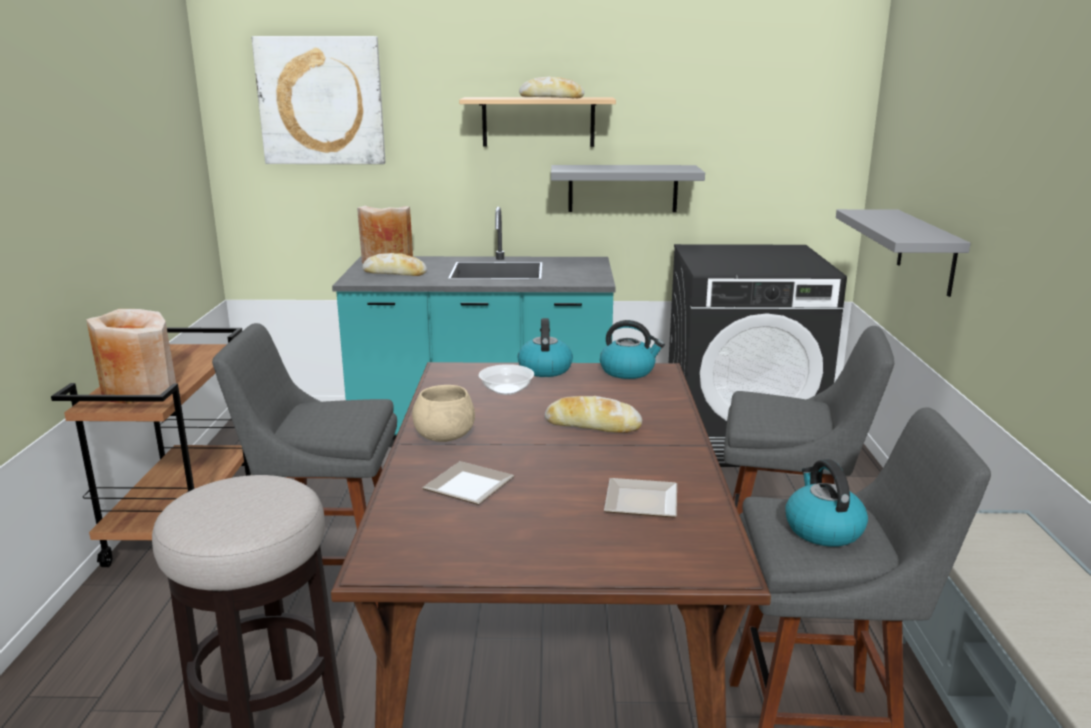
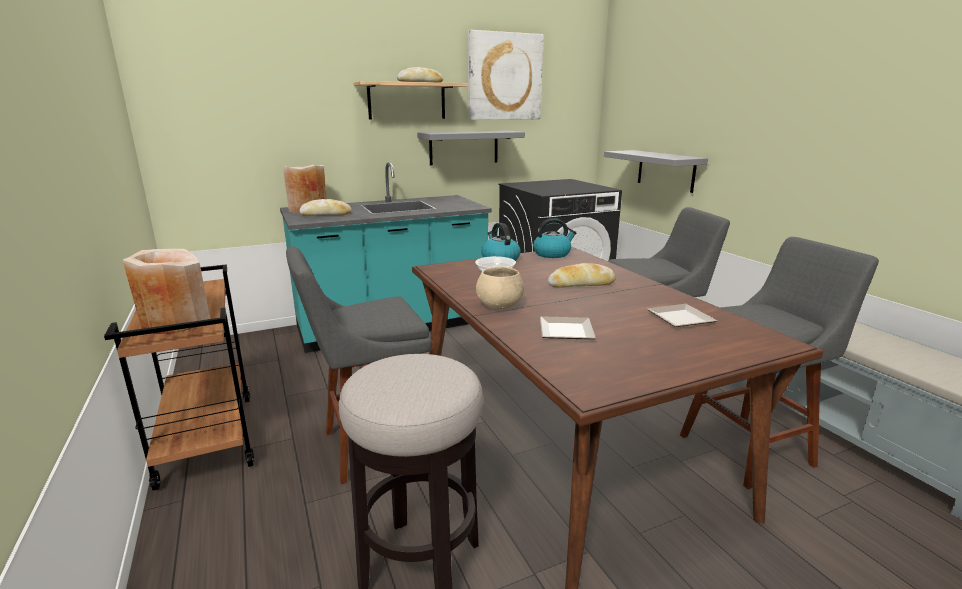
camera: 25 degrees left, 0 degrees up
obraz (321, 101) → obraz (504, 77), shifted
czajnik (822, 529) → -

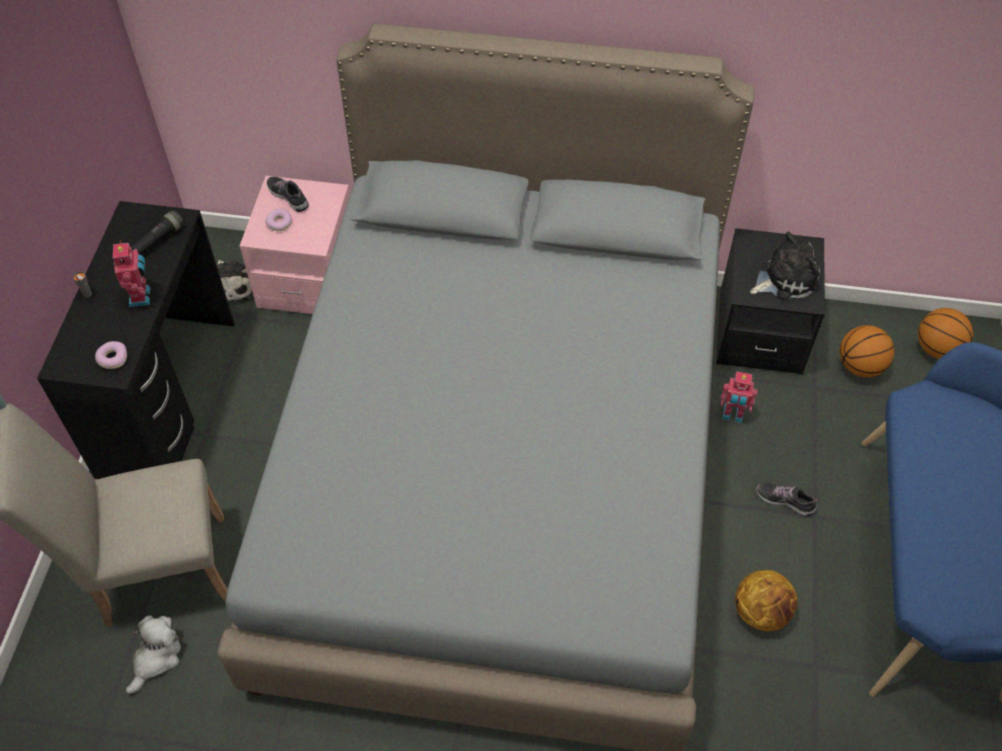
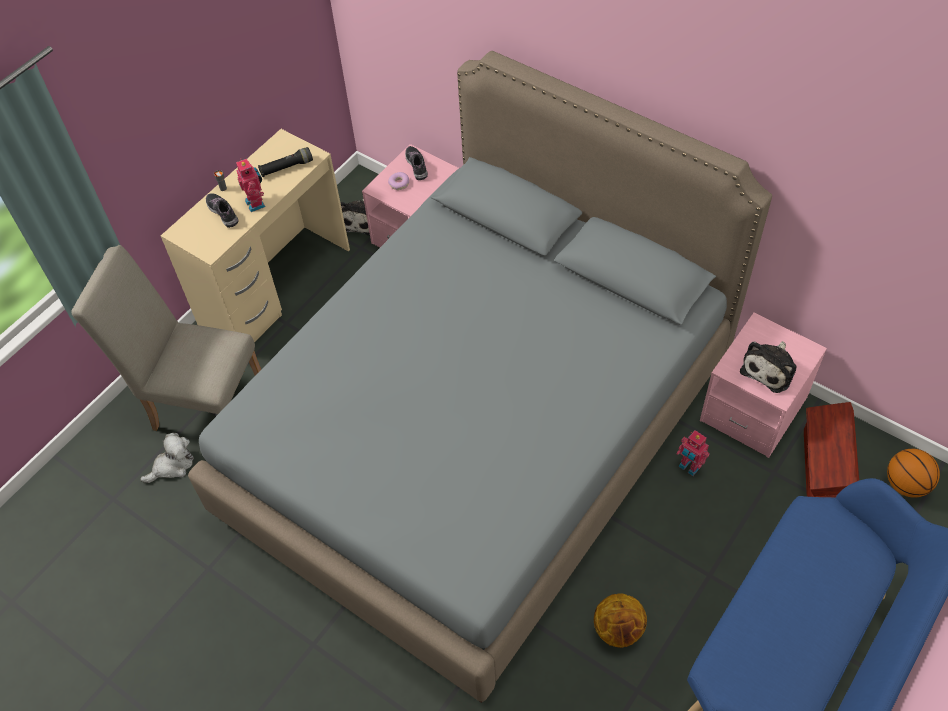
camera: 30 degrees right, 0 degrees up
biurko/czarny (167, 398) → biurko/beżowy (275, 287)
donut (112, 358) → -
robot zabawkowy (141, 297) → robot zabawkowy (256, 203), 45 degrees counterclockwise
szafka nocna/czarny (759, 332) → szafka nocna/różowy (753, 409)
pluszak (784, 278) → pluszak (770, 368), 120 degrees clockwise
but (785, 501) → but (223, 212), shifted
piłka do koszykówki (860, 366) → pojemnik do przechowywania/brązowy (825, 471)

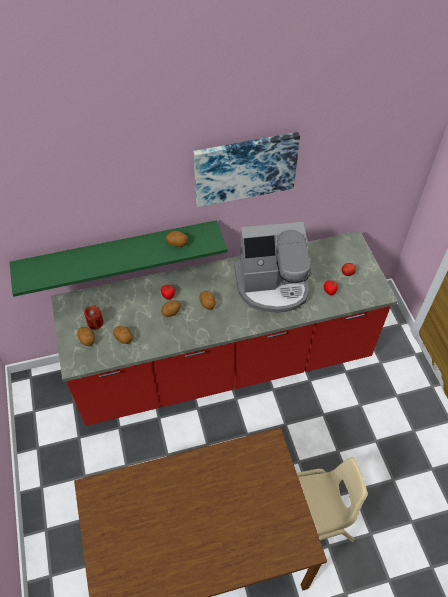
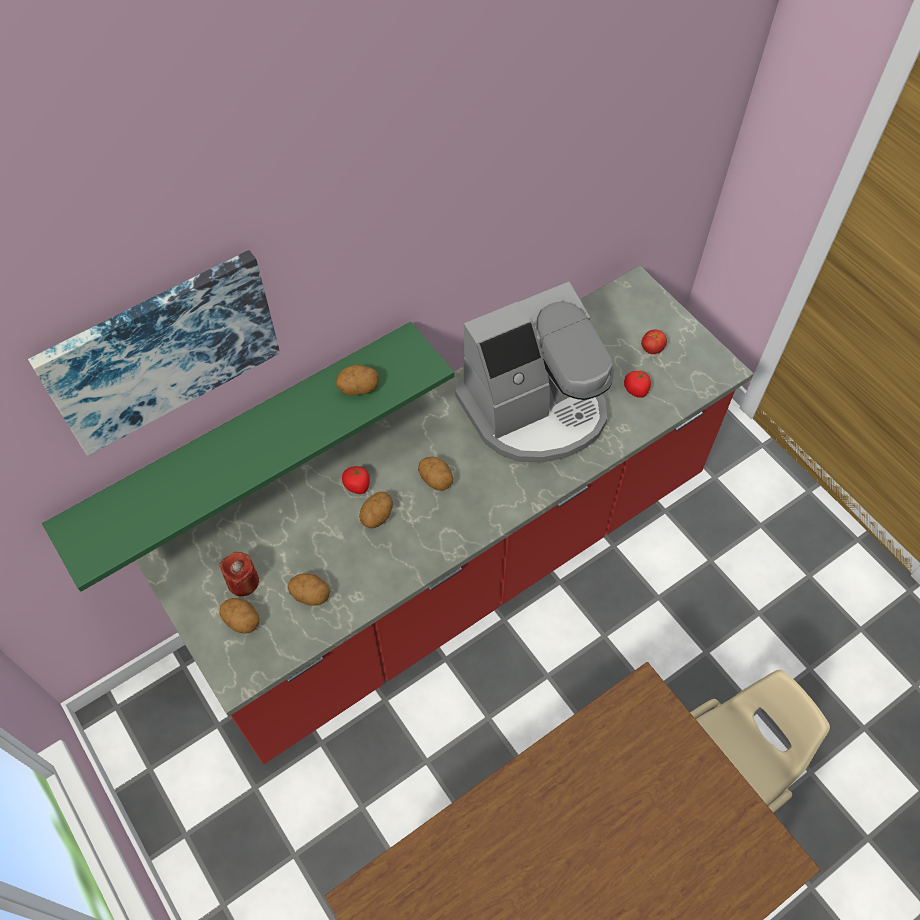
camera: 20 degrees left, 5 degrees up
obraz (245, 168) → obraz (162, 350), shifted

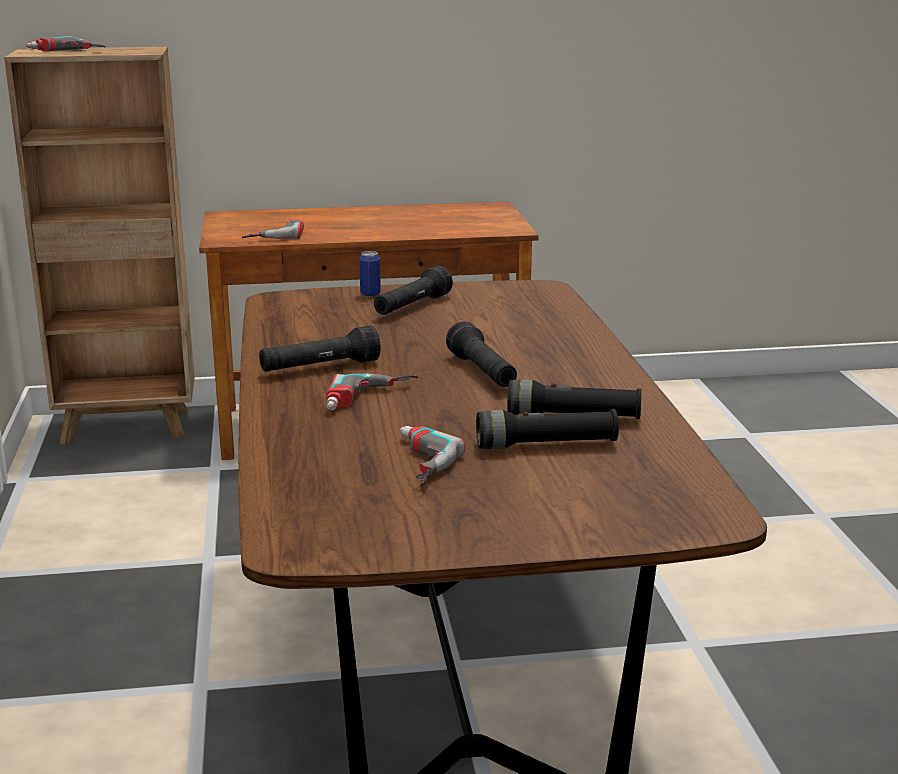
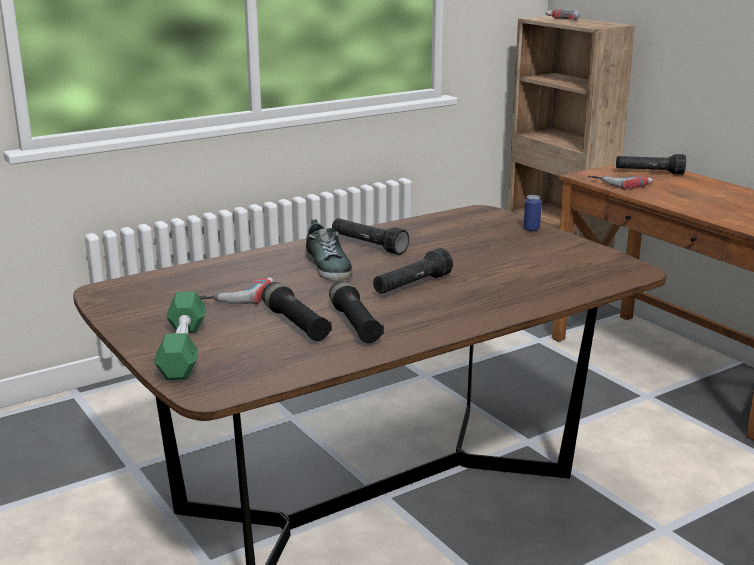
camera: 65 degrees right, 0 degrees up
wiertarka (371, 399) → but (329, 267)
latarka/czarny (412, 307) → latarka/czarny (649, 173), shifted
- → hantel/zielony (183, 350)

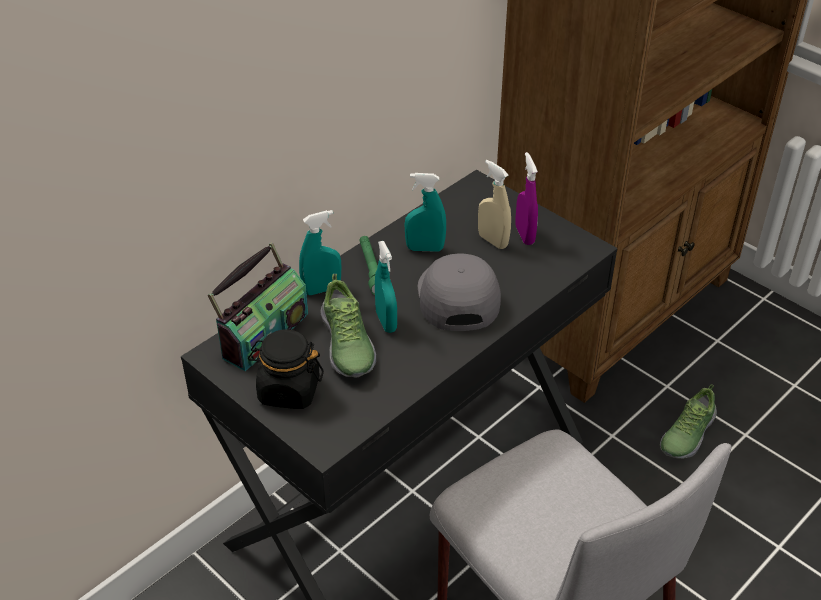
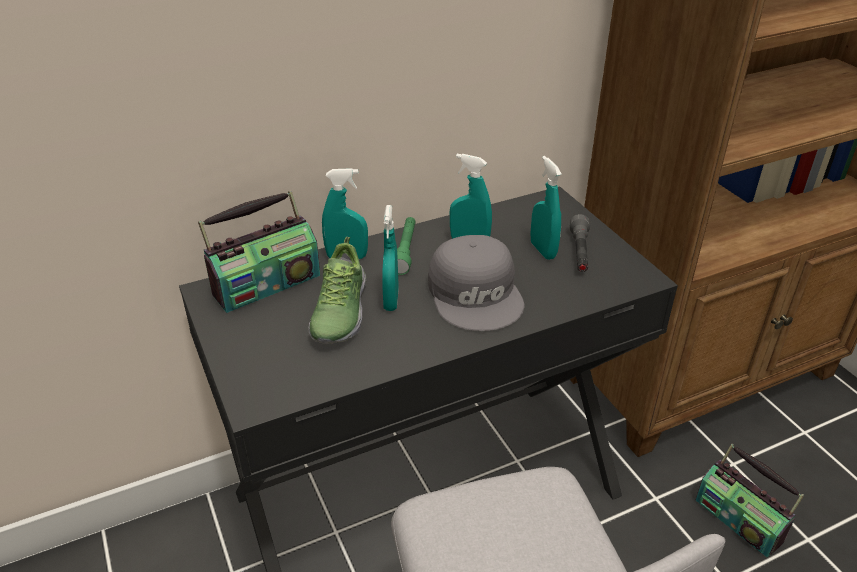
camera: 20 degrees right, 5 degrees down
słoik/czarny (288, 390) → -
czapka z daszkiem/szary (456, 297) → czapka z daszkiem/szary (476, 293), 150 degrees clockwise
spryskiwacz/beżowy (492, 241) → spryskiwacz/turkusowy (543, 250)
spryskiwacz/fioletowy (524, 235) → latarka/szary (579, 252)
but (686, 434) → radio (739, 520)

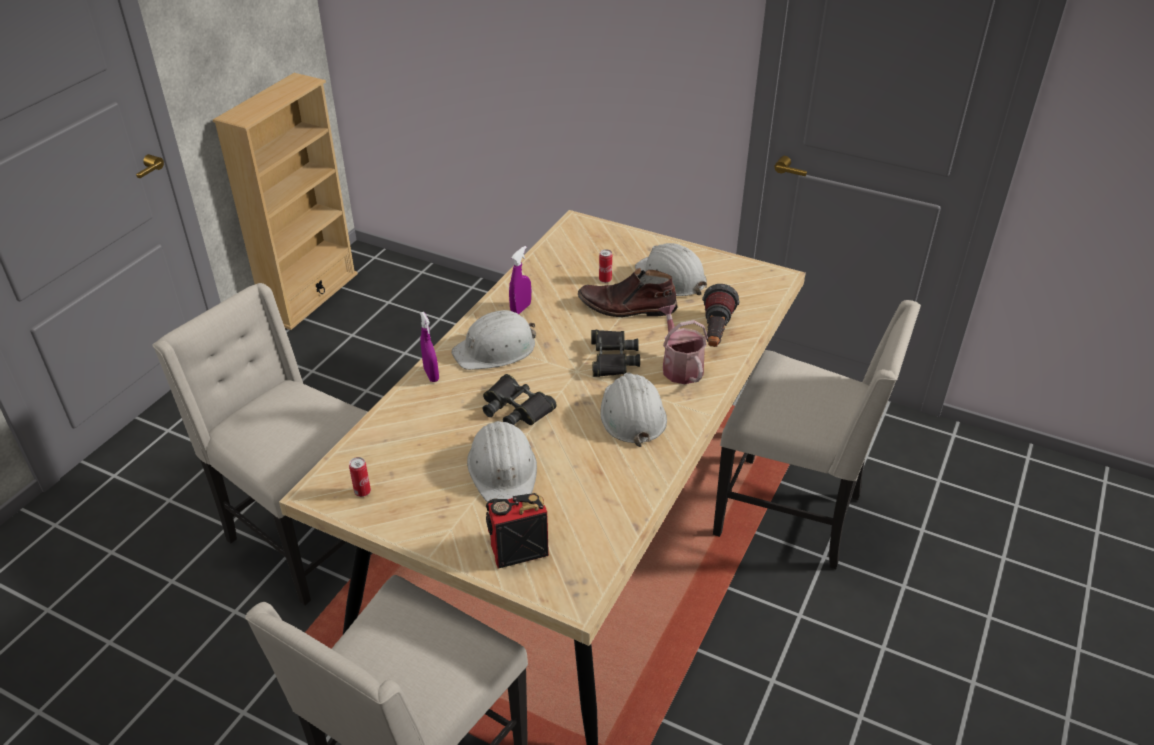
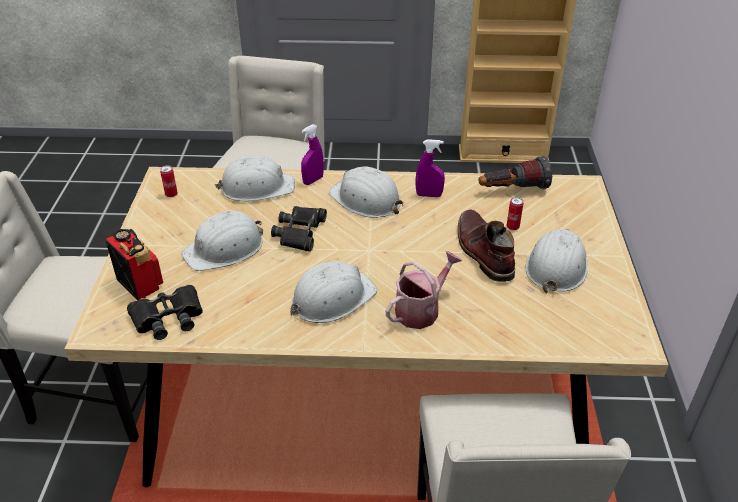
camera: 65 degrees right, 0 degrees up
lornetka/czarny (612, 358) → lornetka/czarny (168, 318), shifted
latarka (715, 334) → latarka (512, 190), shifted
- → kask/biały (256, 187)

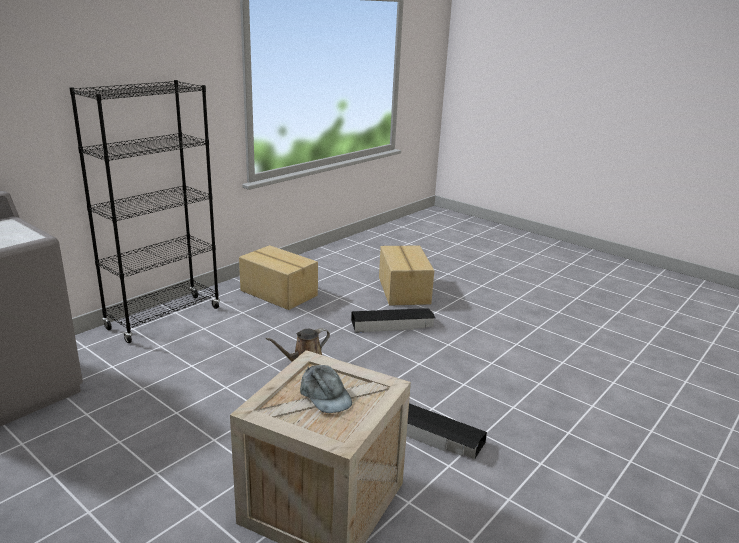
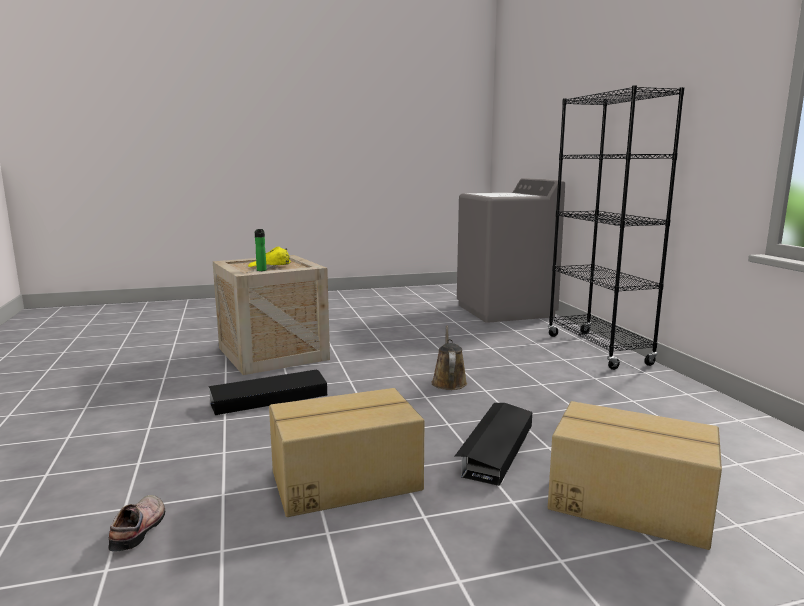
camera: 125 degrees right, 10 degrees down
karton (278, 293) → karton (345, 480), shifted
czapka z daszkiem/szary (325, 396) → czapka z daszkiem/żółty (269, 265)
- → but (140, 528)
- → butelka (261, 270)

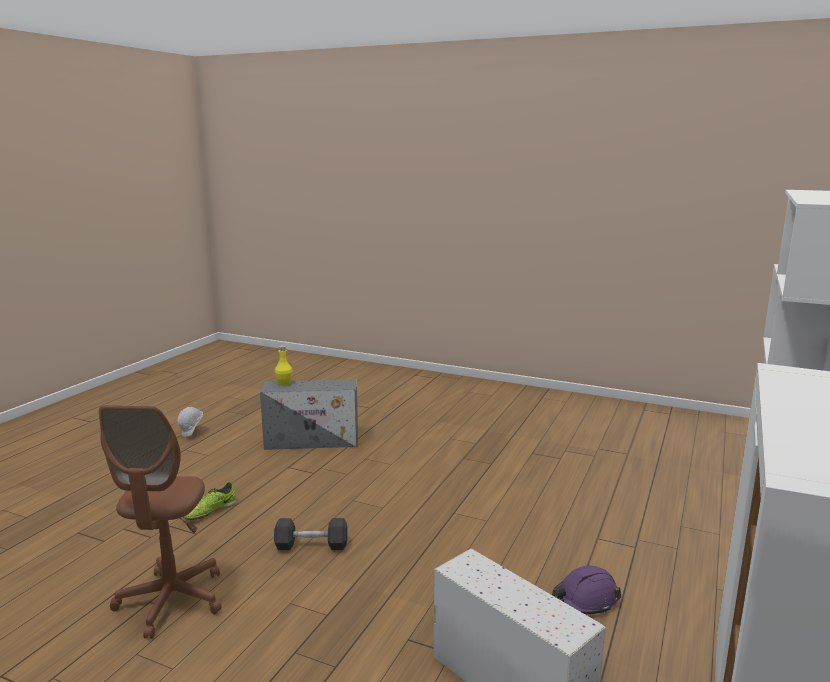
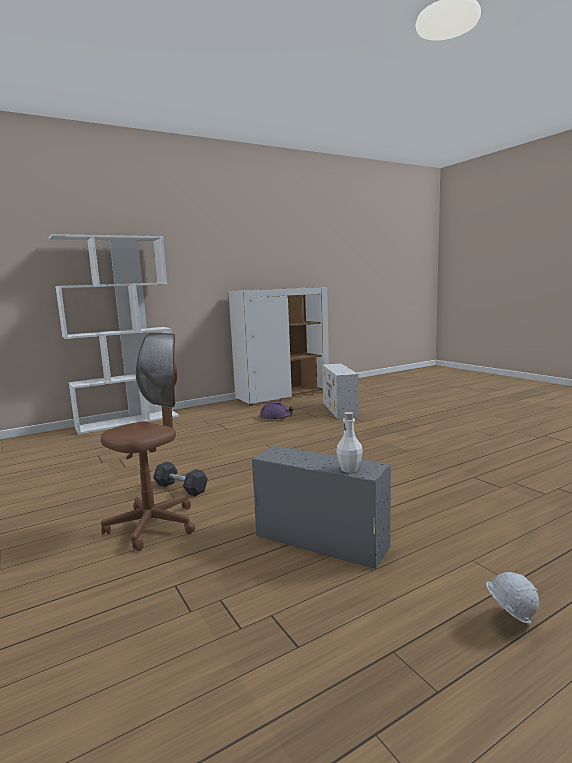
camera: 145 degrees left, 5 degrees down
krzesło biurowe/brązowy (171, 601) → krzesło biurowe/brązowy (152, 526), shifted
but (210, 511) → -
hantel/szary (311, 545) → hantel/szary (181, 488), shifted
butelka/żółty (284, 383) → butelka/biały (349, 469)

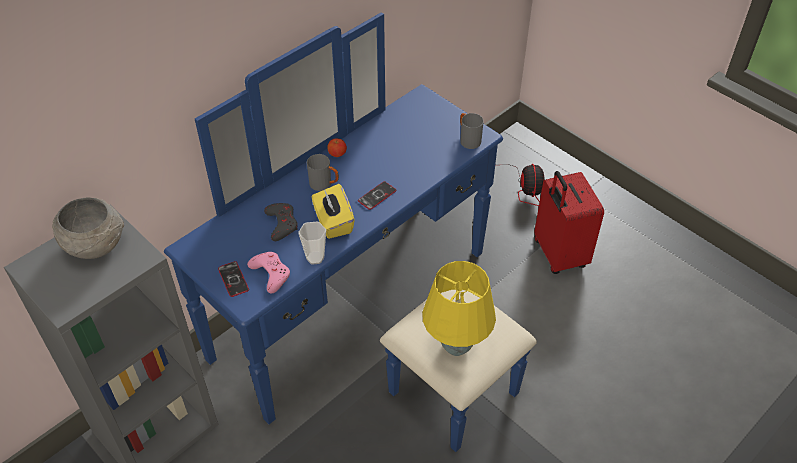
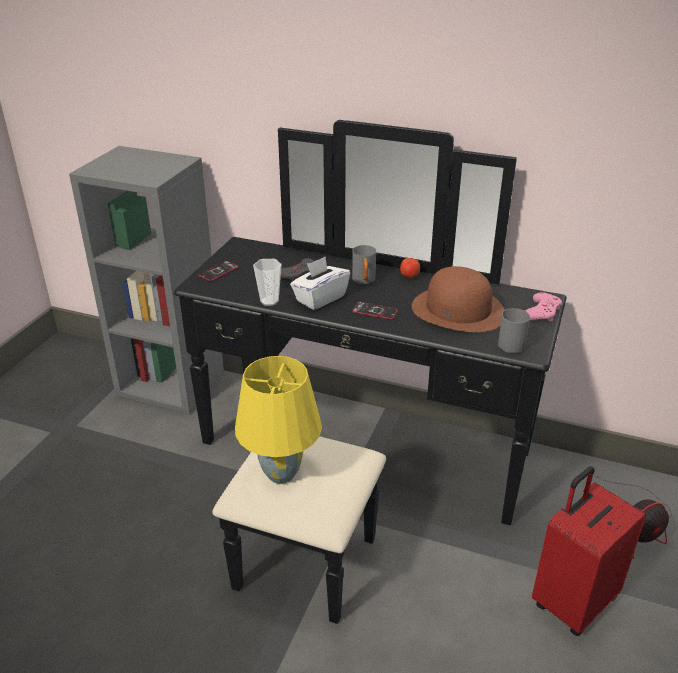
camera: 65 degrees right, 15 degrees down
miska/szary (94, 244) → -
komoda/niebieski (374, 322) → komoda/czarny (354, 471)
pad do gier/różowy (270, 273) → pad do gier/różowy (541, 312), shifted
pudełko chusteczek/żółty (333, 222) → pudełko chusteczek/biały (320, 298)
- → kapelusz/brązowy (458, 310)

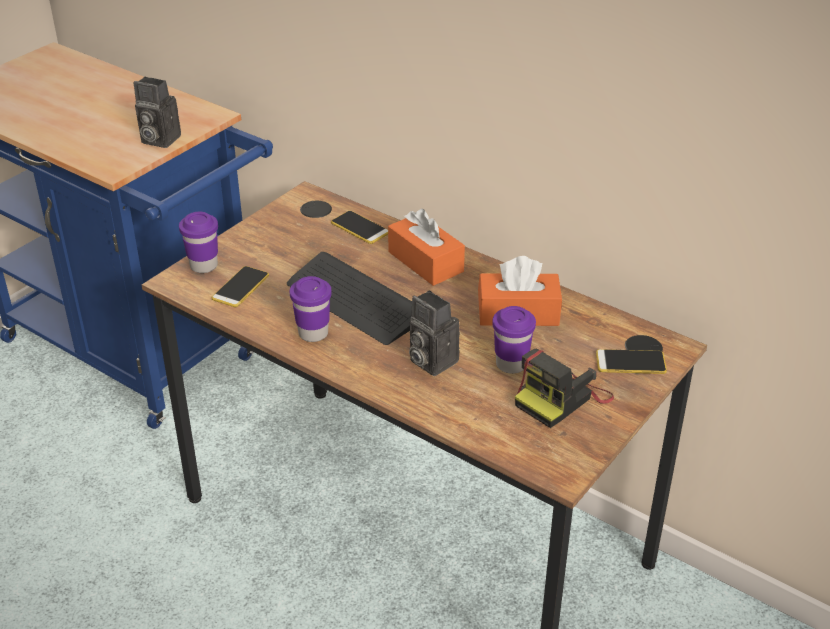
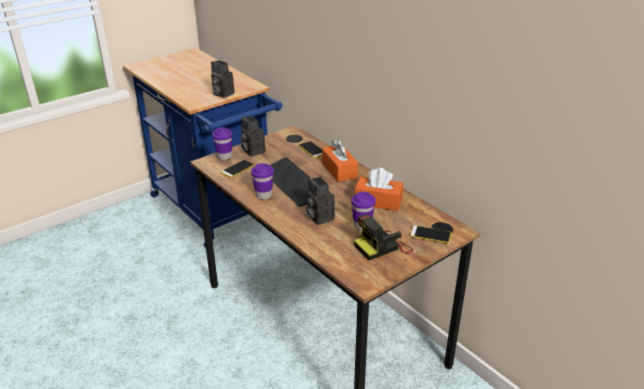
camera: 15 degrees right, 5 degrees down
- → aparat fotograficzny (252, 151)

